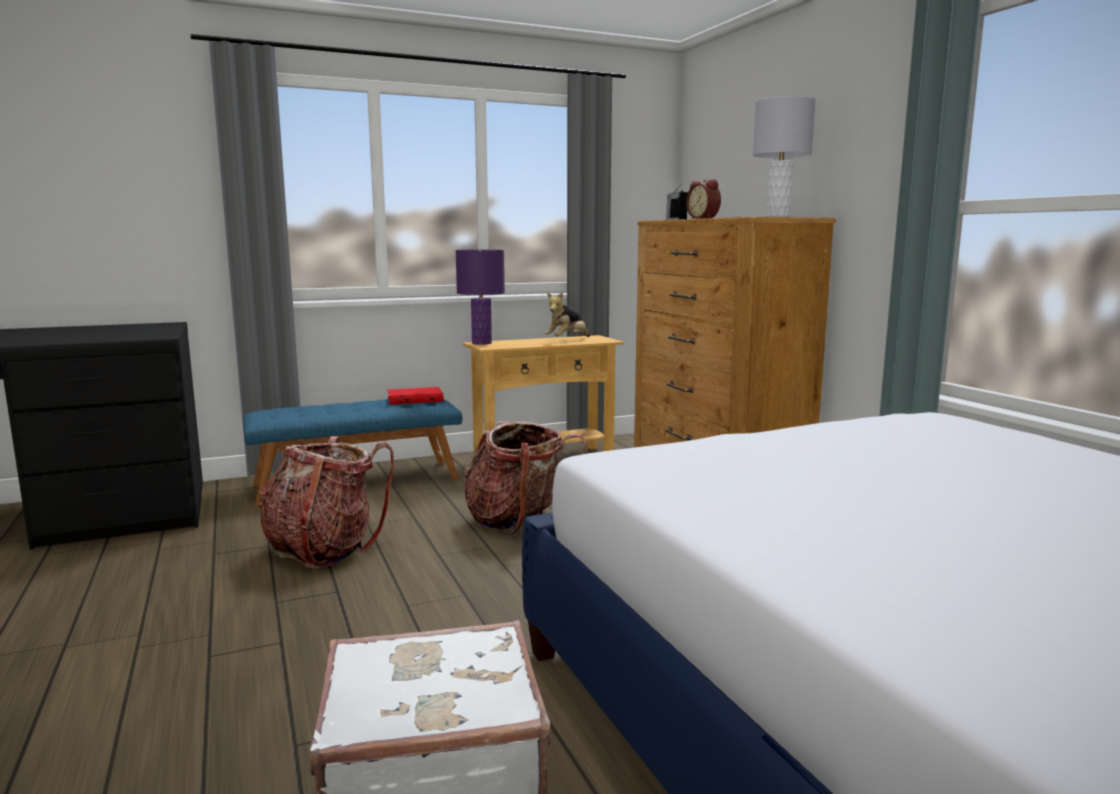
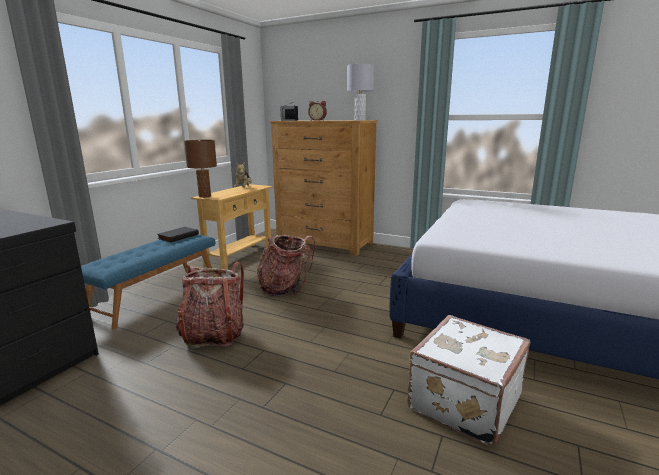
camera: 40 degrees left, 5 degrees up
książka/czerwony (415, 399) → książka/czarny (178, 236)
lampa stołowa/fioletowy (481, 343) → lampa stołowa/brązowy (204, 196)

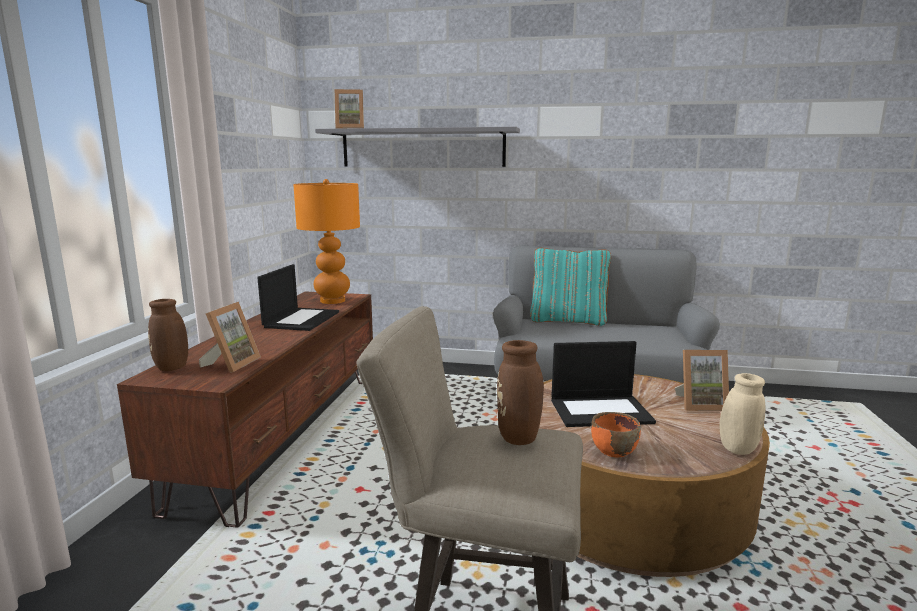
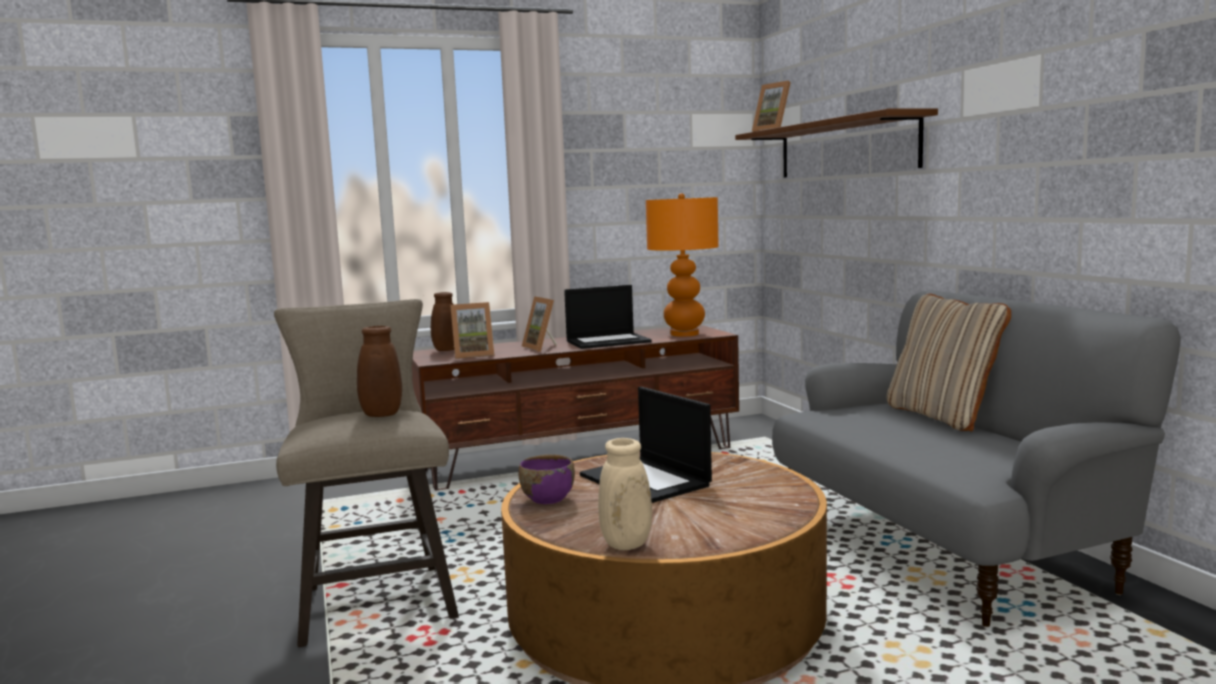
camera: 60 degrees right, 5 degrees down
półka/szary (422, 148) → półka/brązowy (845, 148)
poduszka/turkusowy (568, 320) → poduszka/beżowy (943, 416)
miska/pomarańczowy (613, 451) → miska/fioletowy (547, 498)
ramka na zdjęcie (700, 404) → ramka na zdjęcie (543, 348), shifted

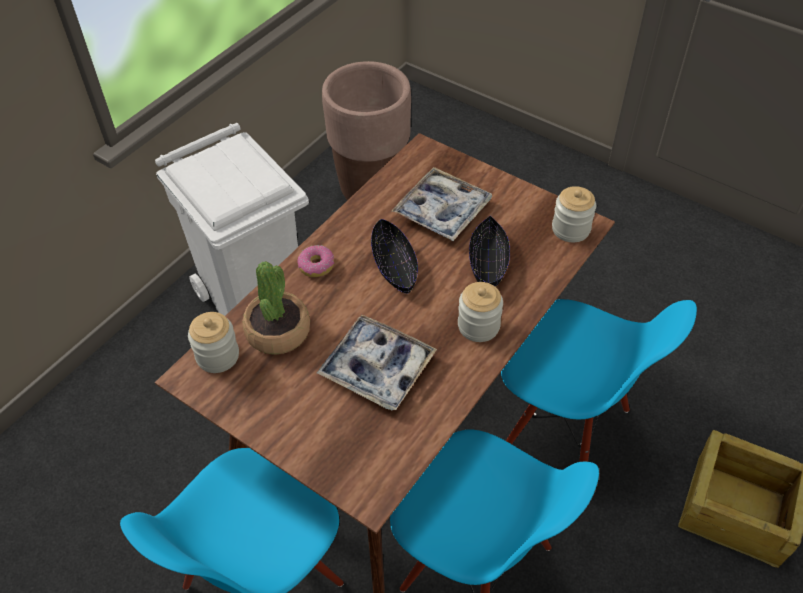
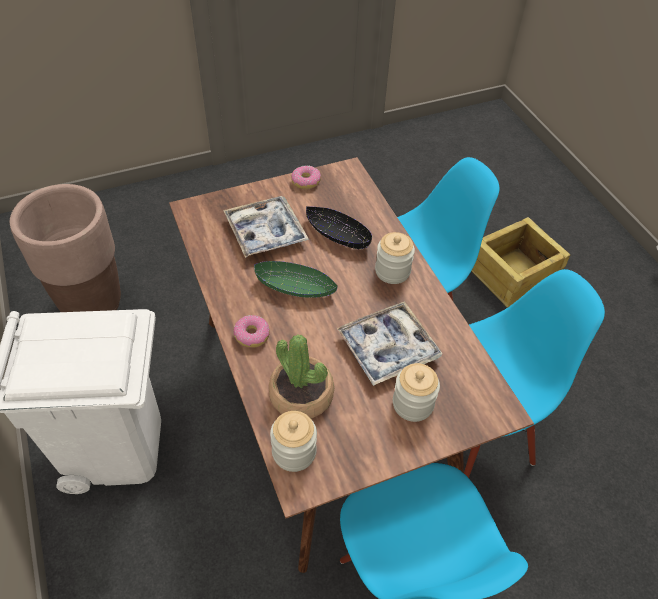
camera: 60 degrees left, 0 degrees up
miska/czarny (394, 265) → miska/zielony (295, 287)
słoik (571, 229) → słoik (413, 404), shifted
- → donut (306, 181)

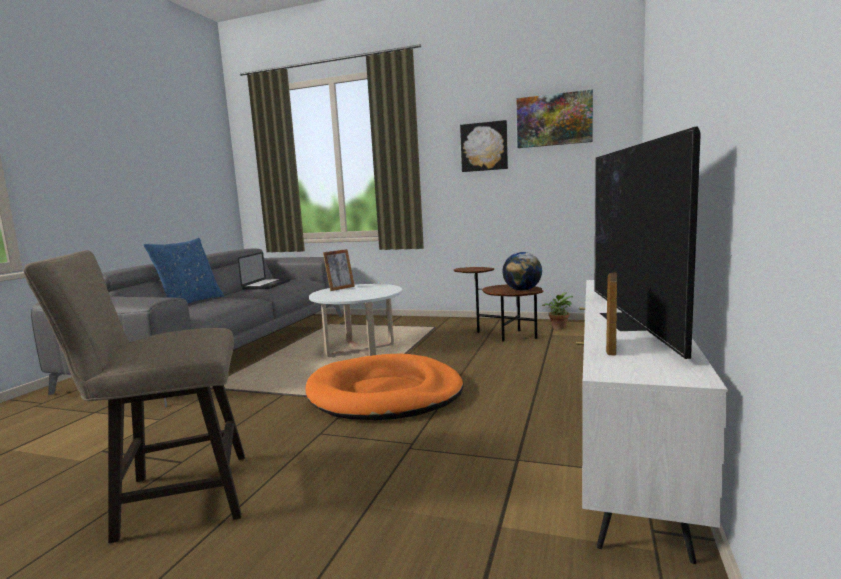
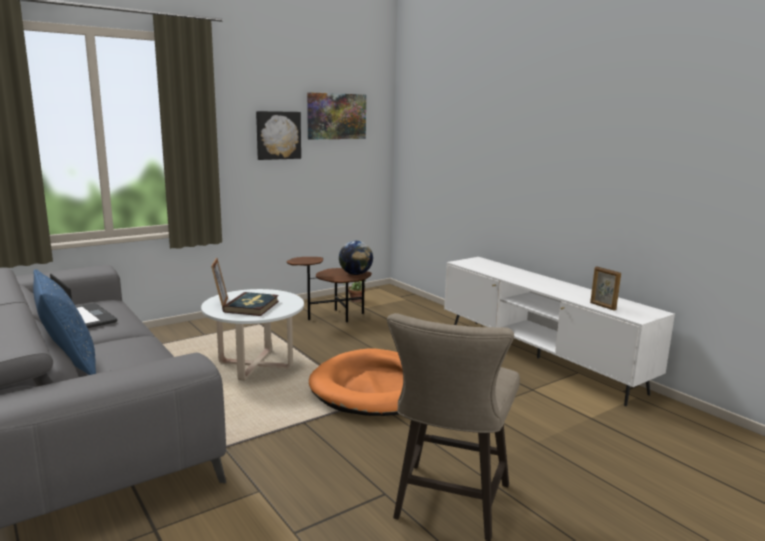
camera: 55 degrees left, 5 degrees up
telewizor (631, 321) → -
- → książka (252, 306)

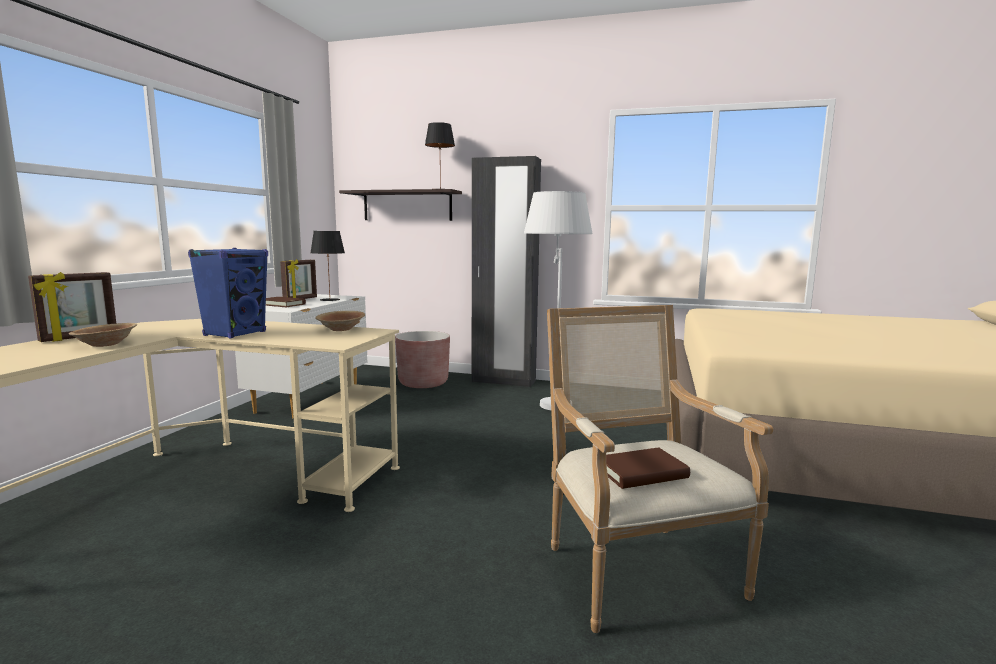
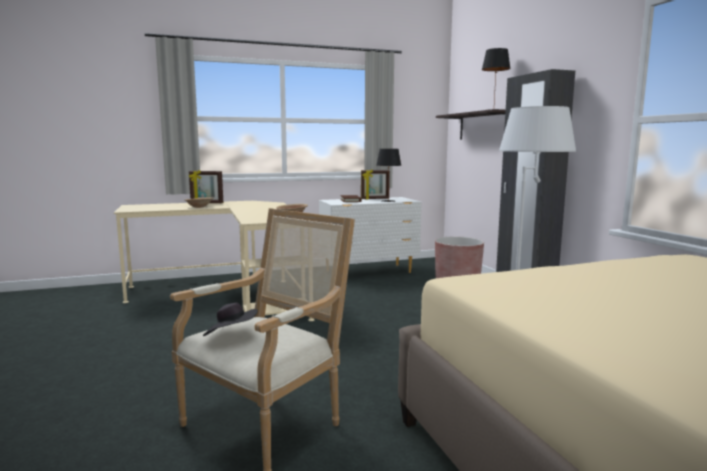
camera: 55 degrees right, 0 degrees up
głośnik/niebieski (235, 334) → -
książka/brązowy (641, 473) → kapelusz/czarny (232, 336)

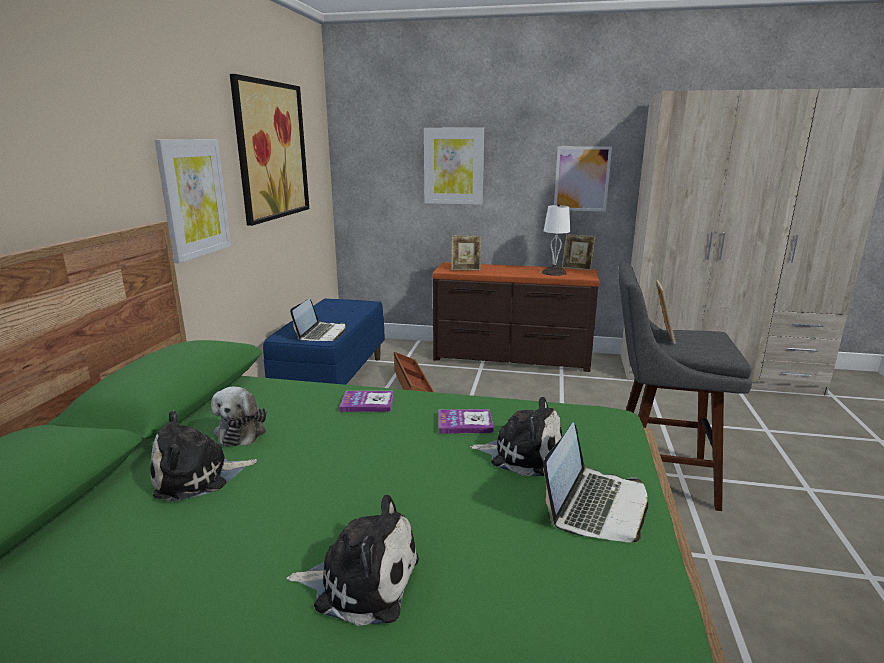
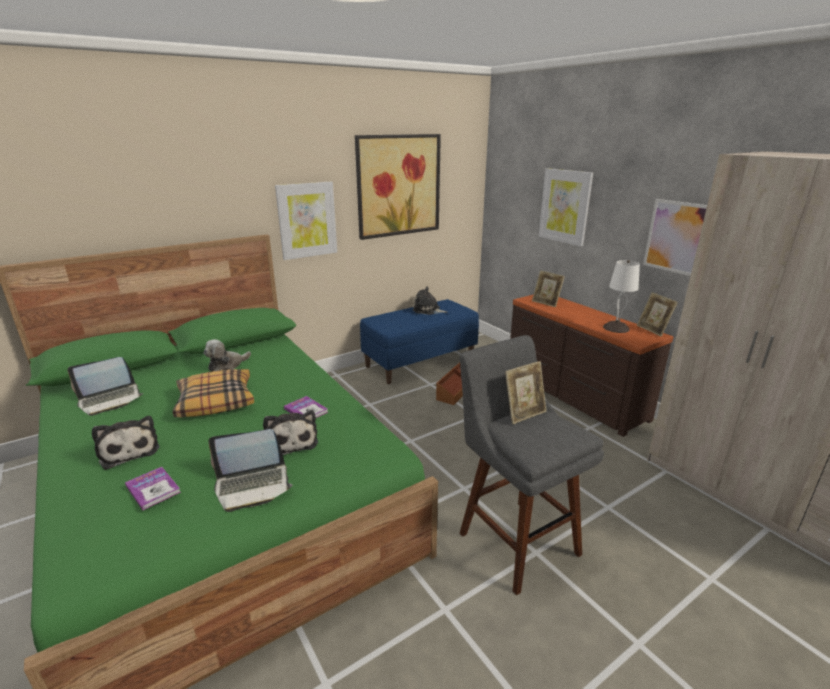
camera: 45 degrees right, 5 degrees up
pluszak (198, 476) → pluszak (428, 310), shifted
laptop (321, 333) → laptop (110, 399), shifted
książka (367, 403) → książka (153, 489), shifted
- → poduszka (216, 401)

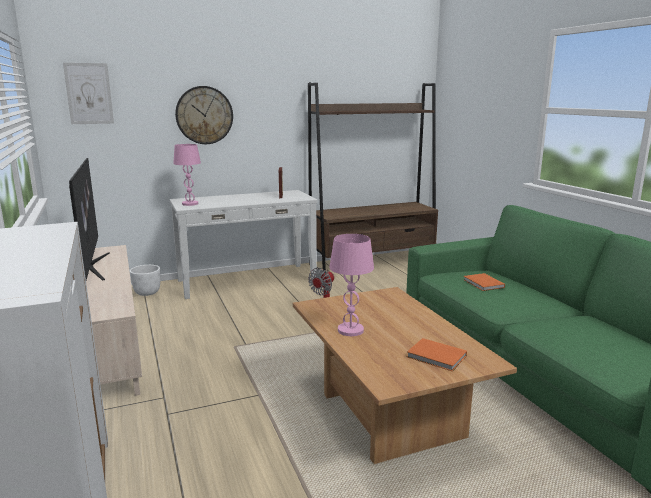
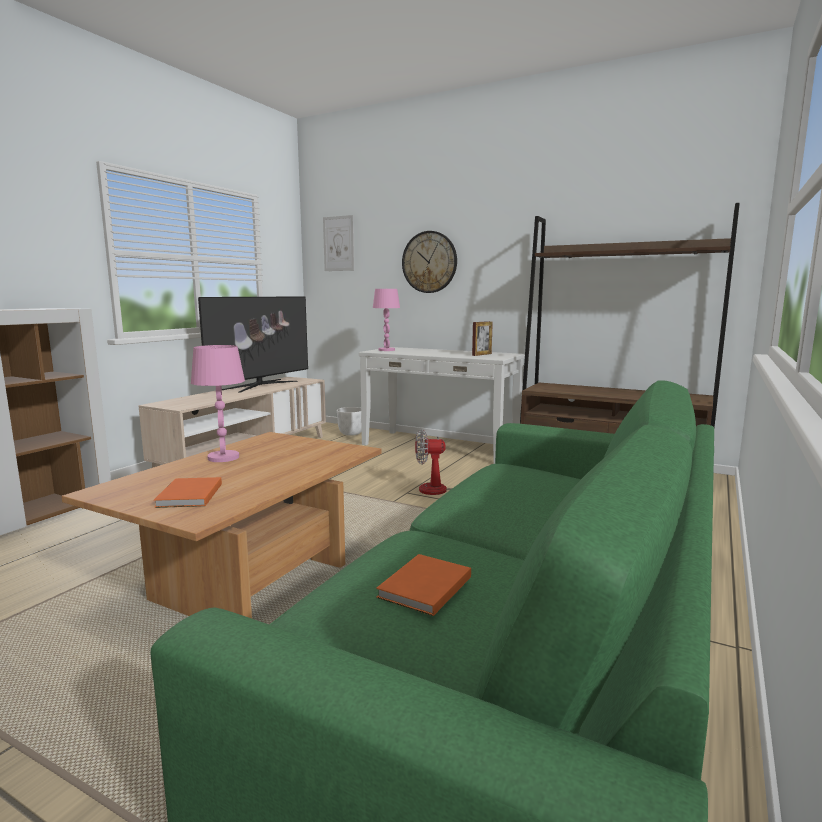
camera: 50 degrees right, 5 degrees down
książka/pomarańczowy (483, 284) → książka/pomarańczowy (422, 588), shifted

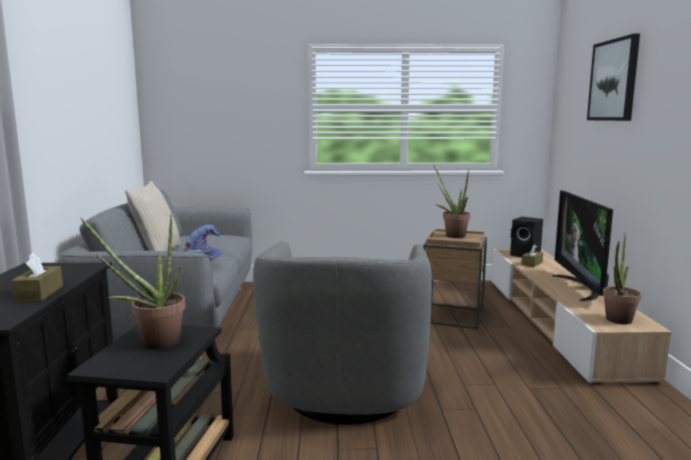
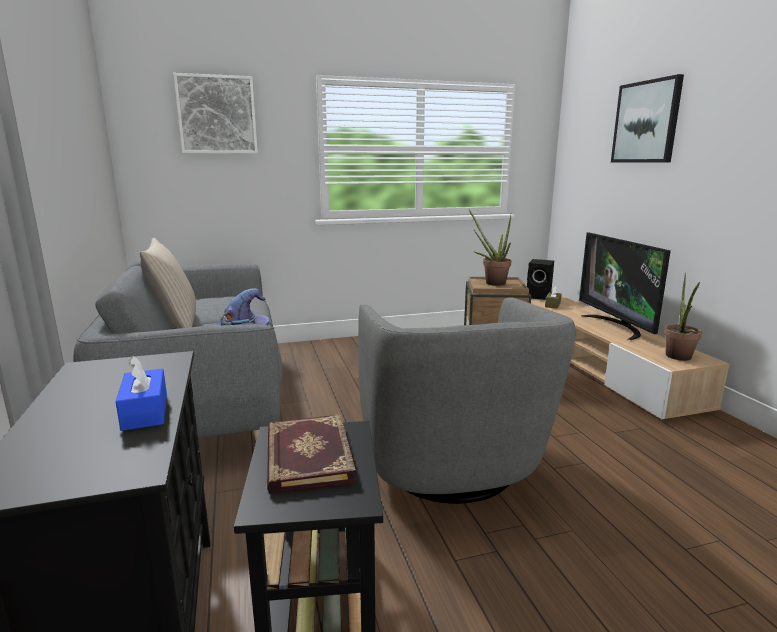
camera: 15 degrees left, 5 degrees up
pudełko chusteczek/brązowy (39, 293) → pudełko chusteczek/niebieski (145, 411)
roślina doniczkowa (152, 343) → książka (306, 456)
- → obraz (217, 115)

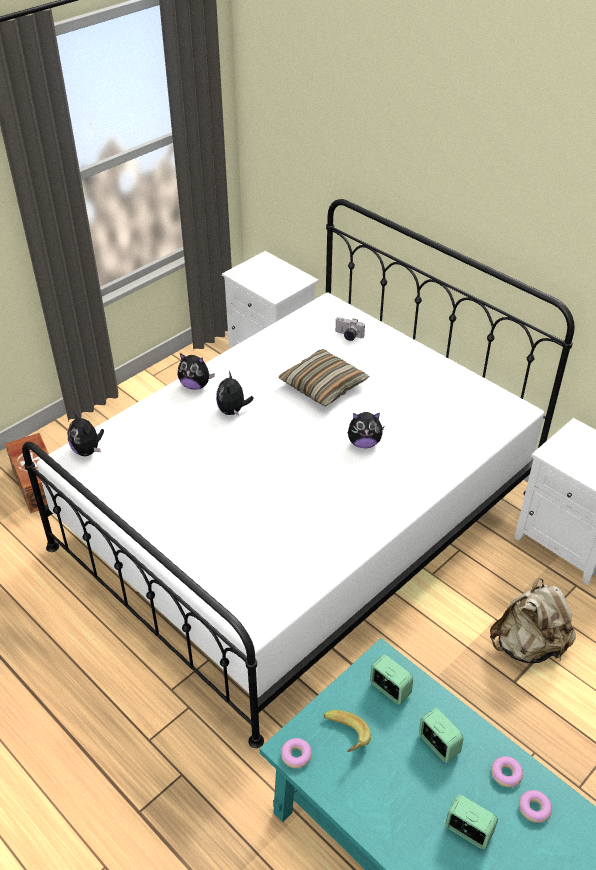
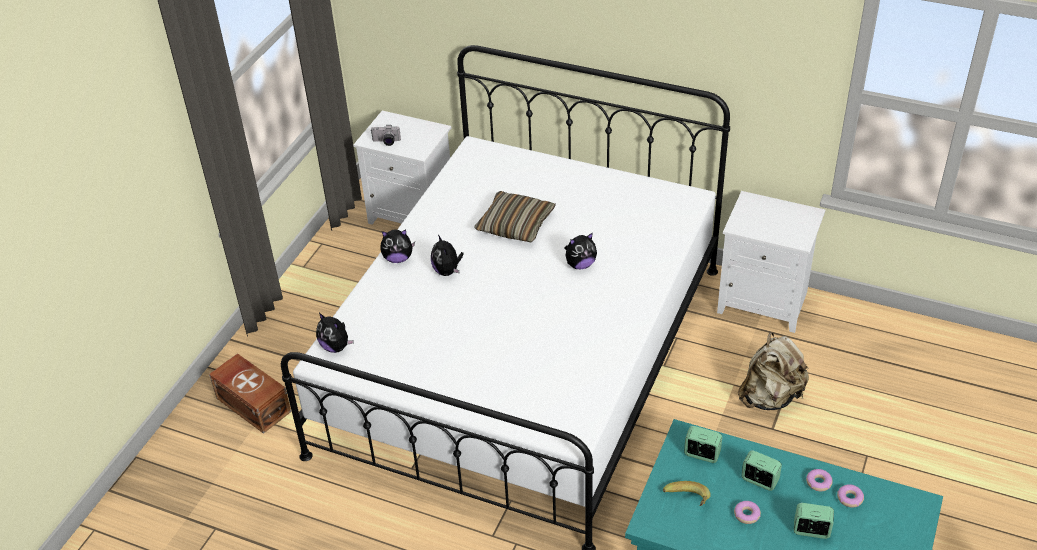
camera: 20 degrees left, 0 degrees up
donut (296, 755) → donut (747, 515), shifted
aparat fotograficzny (348, 336) → aparat fotograficzny (386, 142), shifted

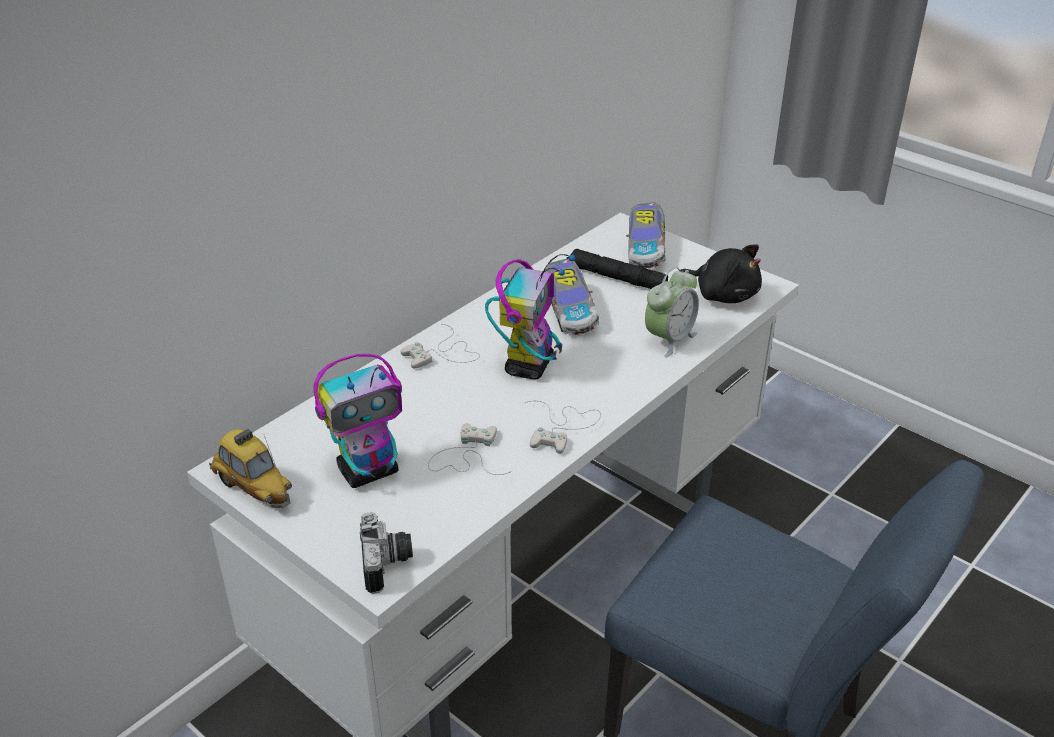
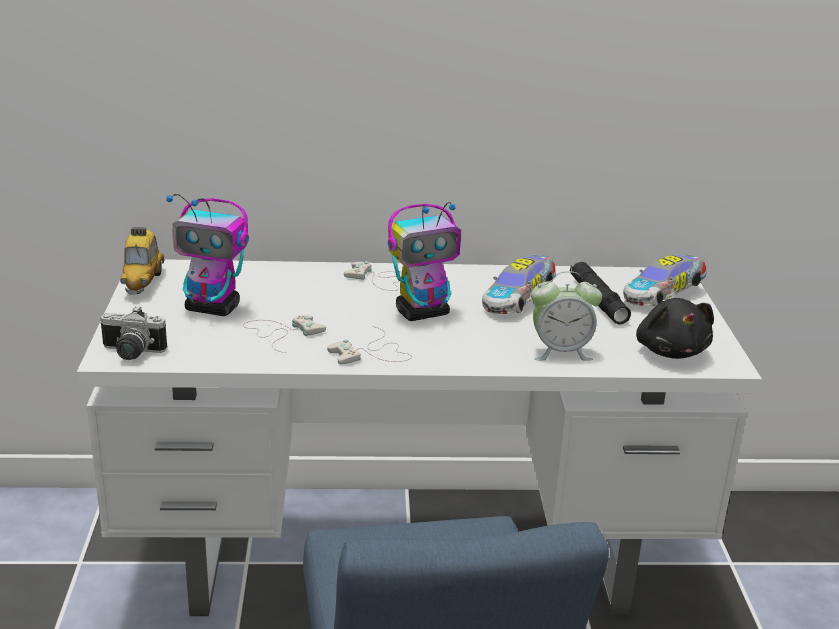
camera: 45 degrees right, 10 degrees down
aparat fotograficzny (388, 564) → aparat fotograficzny (131, 353), 60 degrees clockwise

